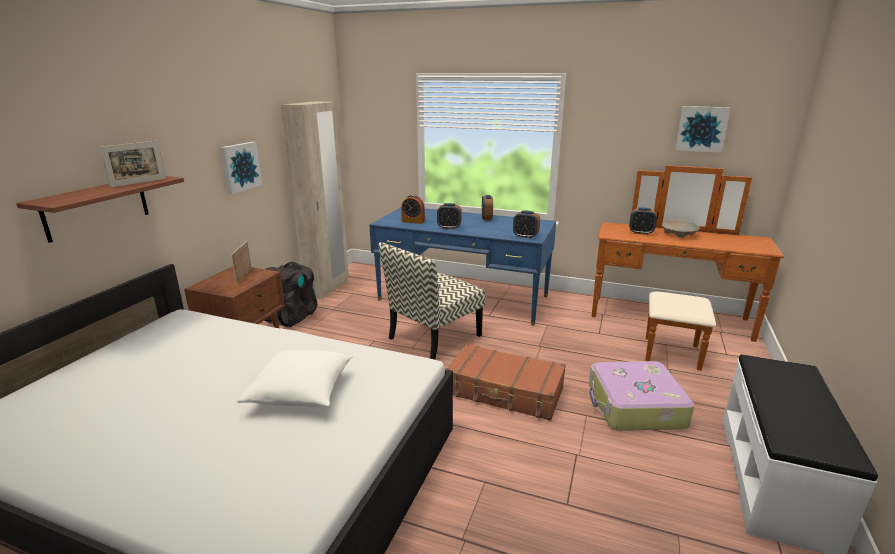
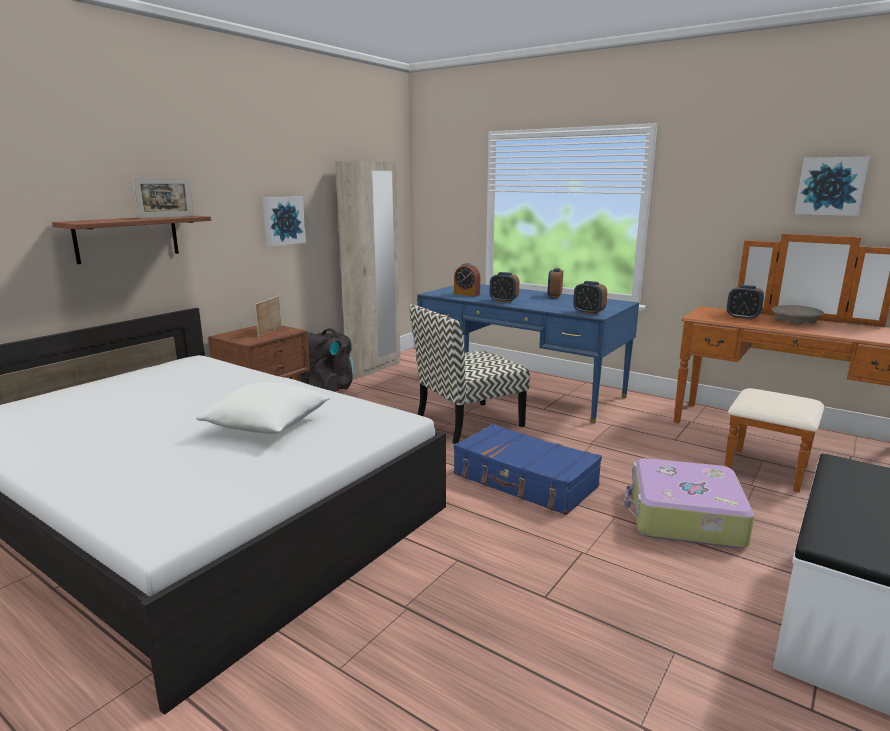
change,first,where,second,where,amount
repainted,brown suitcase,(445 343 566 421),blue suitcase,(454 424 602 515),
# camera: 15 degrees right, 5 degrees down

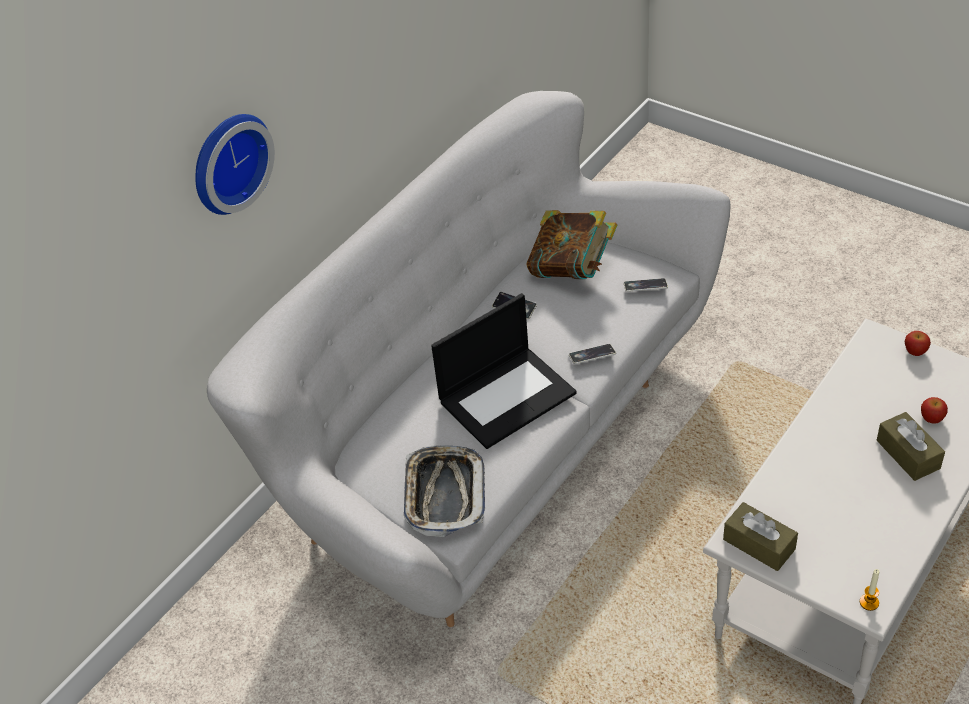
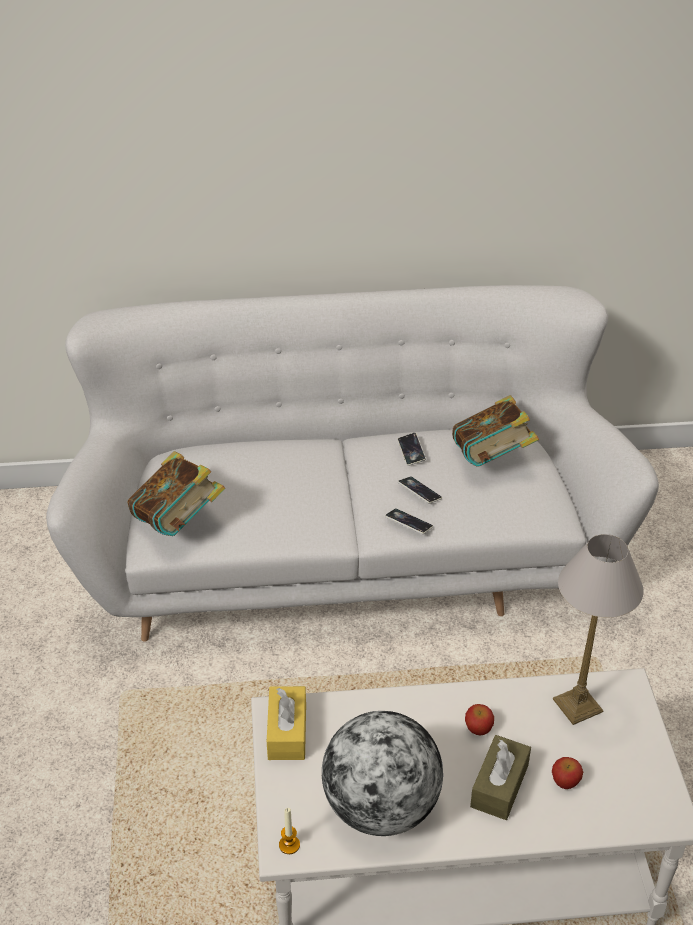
change,first,where,second,where,amount
gone,wall clock,(196 114 275 215),,,
gone,laptop,(431 293 577 449),,,
new,,,globe,(322 711 443 836),
new,,,table lamp,(553 534 644 725),
shifted,phone,(624 278 668 292),,(398 476 442 504),
shifted,apple,(905 331 931 356),,(465 704 494 736),
swapped,tray,(403 446 485 537),book,(128 451 225 536),
repainted,brown tissue box,(723 502 798 571),yellow tissue box,(267 686 306 760),
# camera: 45 degrees right, 5 degrees down

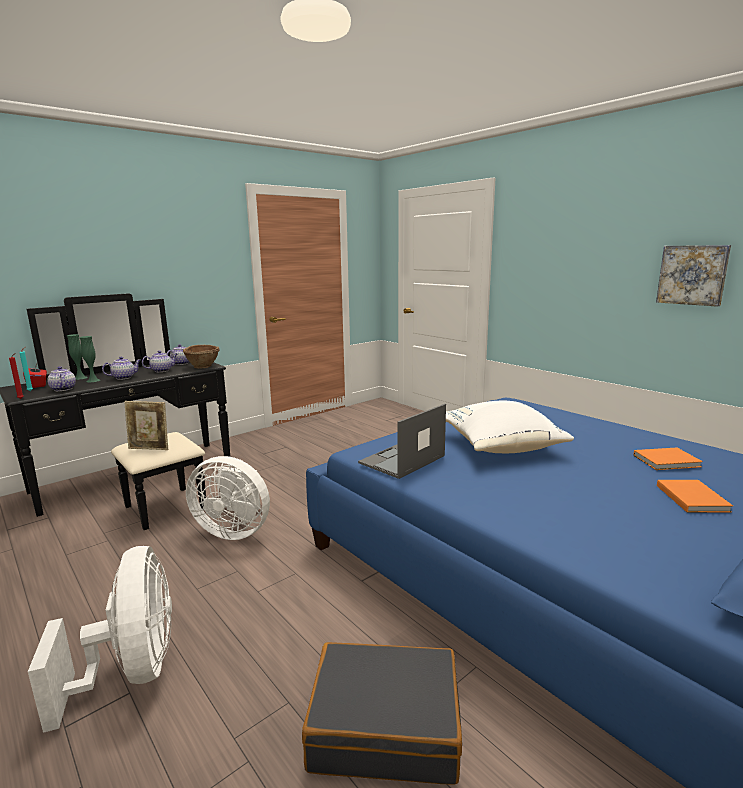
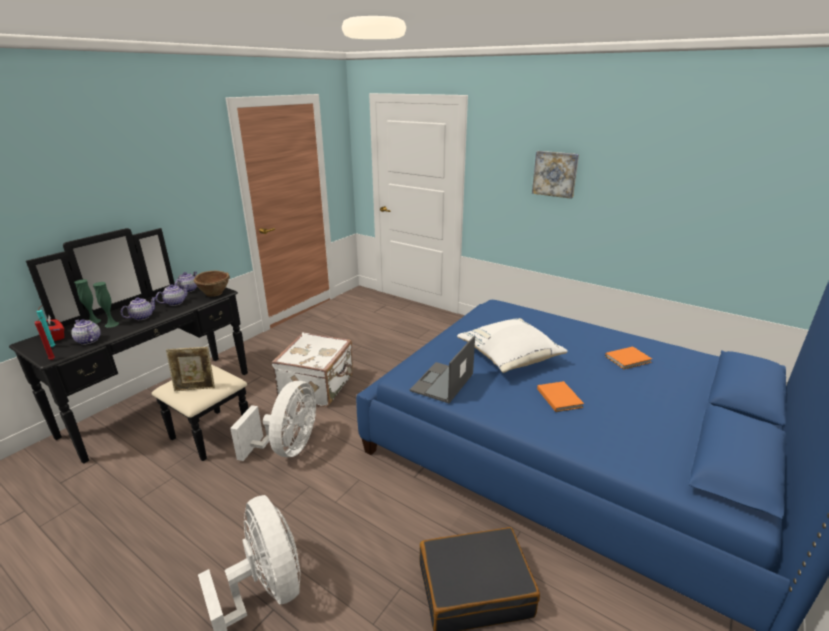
change,first,where,second,where,amount
new,,,white suitcase,(271 332 353 407),
shifted,picture,(656 245 731 307),,(532 151 579 199),
shifted,orange book,(657 480 733 512),,(537 381 584 412),
rotated,white fan,(186 456 270 540),,(230 381 316 461),75 degrees counterclockwise
# camera: 15 degrees left, 10 degrees up

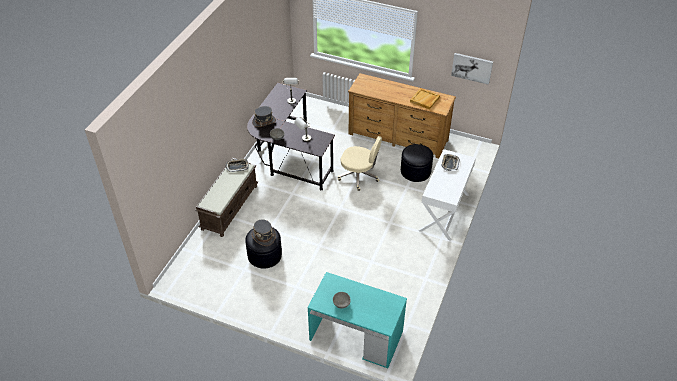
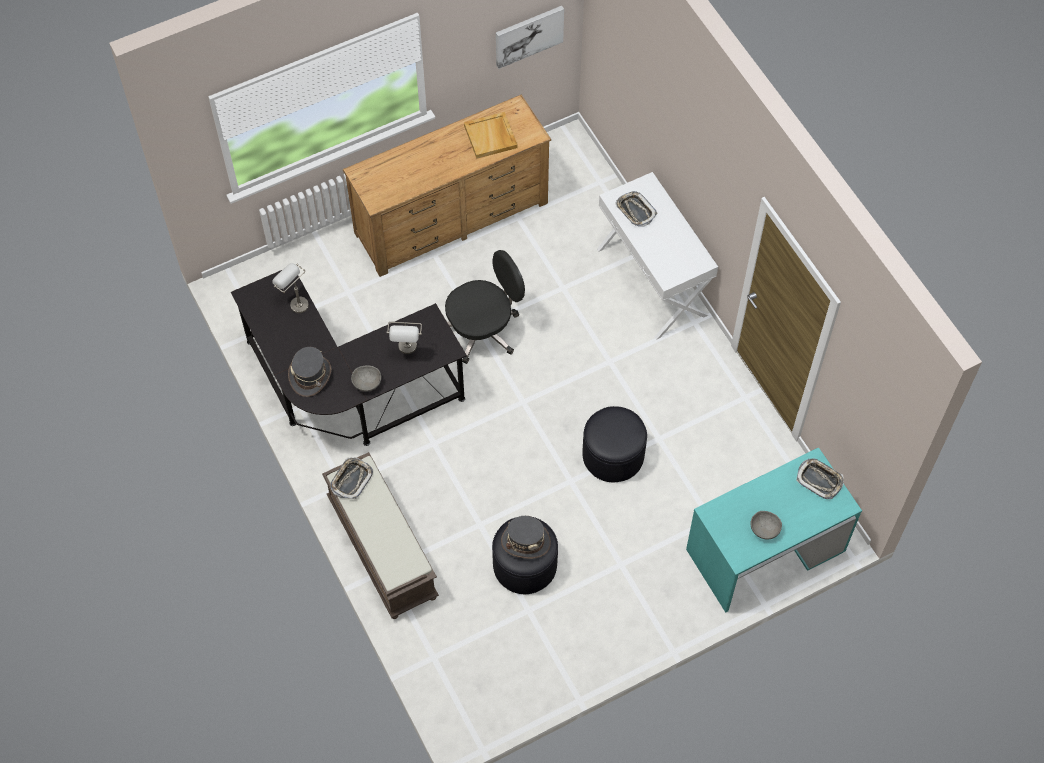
change,first,where,second,where,amount
new,,,tray,(796 458 844 499),
shifted,black ottoman,(401 144 433 182),,(582 406 647 482),
repainted,beige office chair,(338 136 382 191),black office chair,(445 250 525 364),
# camera: 50 degrees left, 15 degrees up

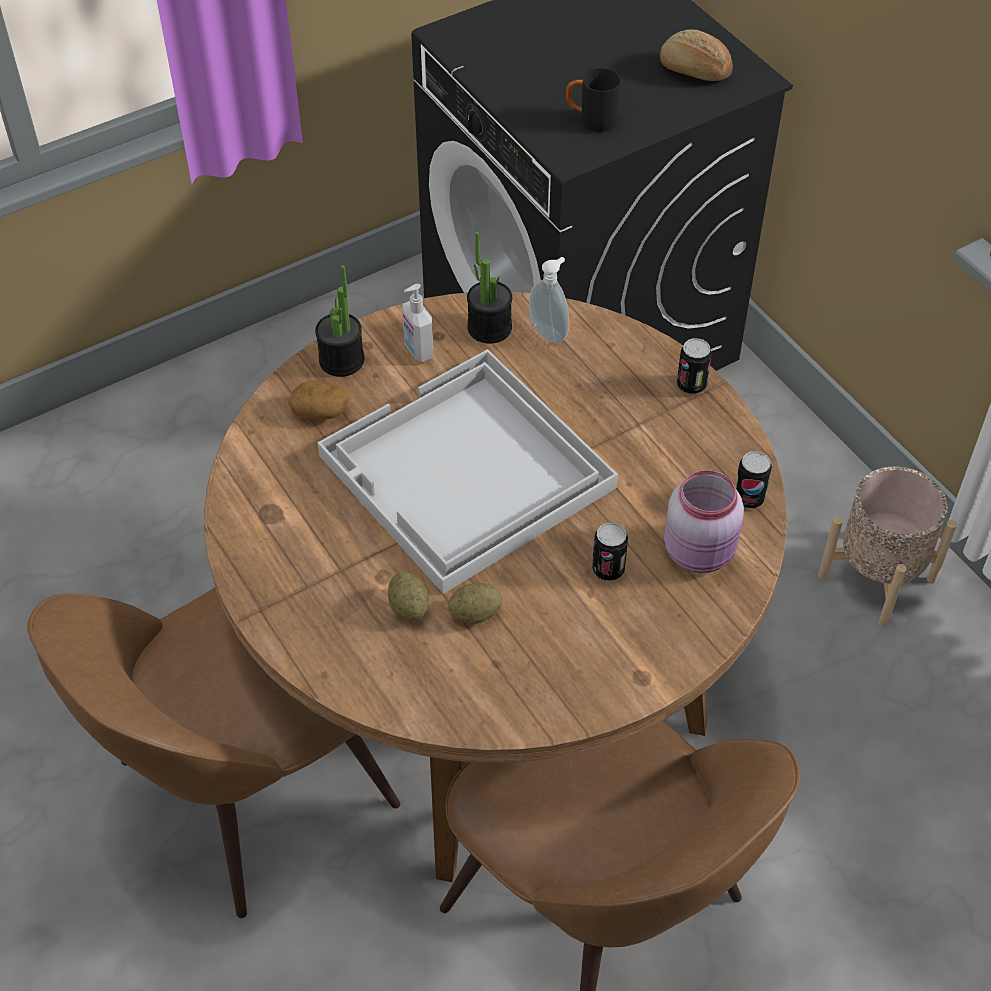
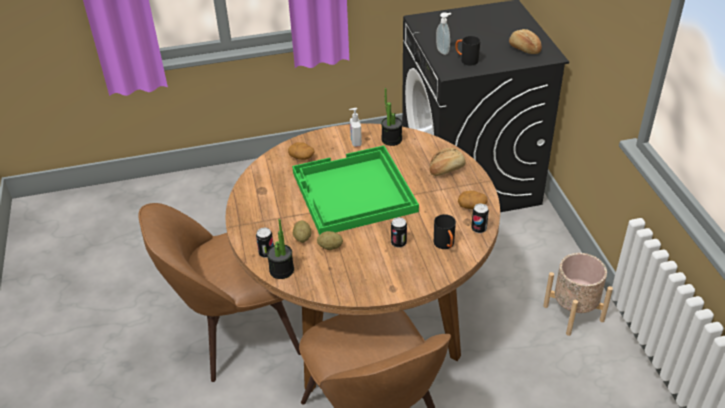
change,first,where,second,where,amount
new,,,bread,(430 148 465 176),
new,,,potato,(458 191 488 209),
shifted,potted plant,(315 265 364 377),,(267 219 294 279),
shifted,soap dispenser,(529 257 569 344),,(436 12 451 55),
shifted,can,(677 338 712 394),,(256 228 274 258),
swapped,pink jar,(664 470 744 573),black mug,(434 214 456 249),
repainted,white tray,(317 349 618 594),green tray,(292 145 419 235),
# camera: 20 degrees right, 10 degrees down

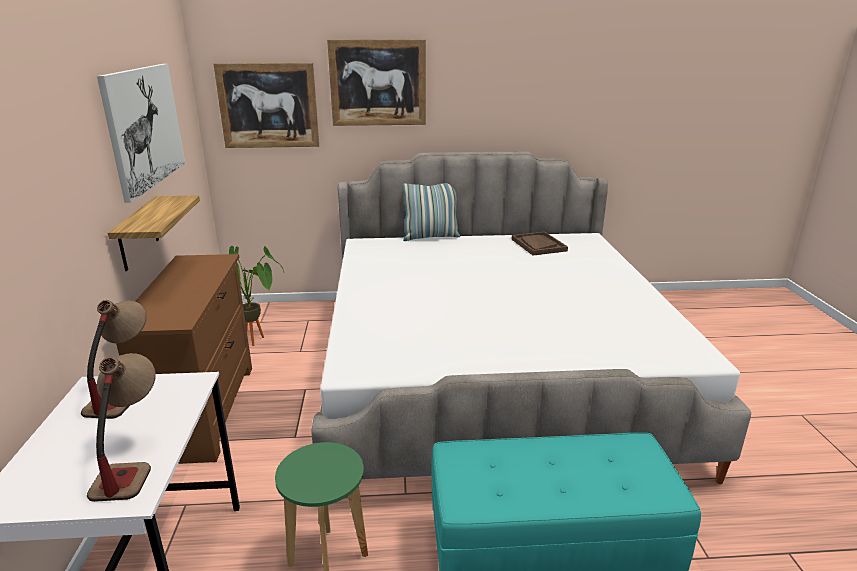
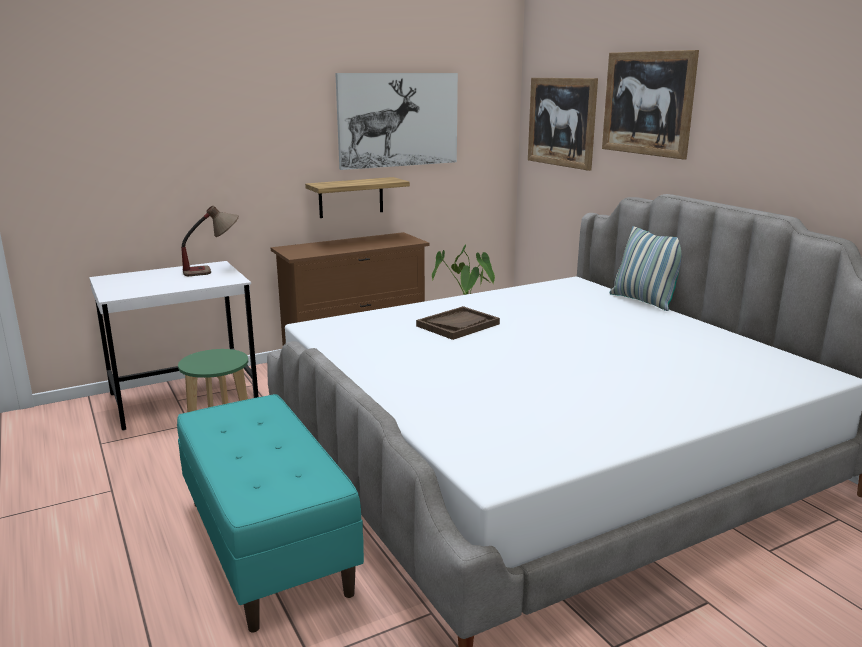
change,first,where,second,where,amount
gone,table lamp,(87 353 156 502),,,
shifted,brown tray,(512 232 568 256),,(416 306 500 340),
# camera: 65 degrees right, 5 degrees down

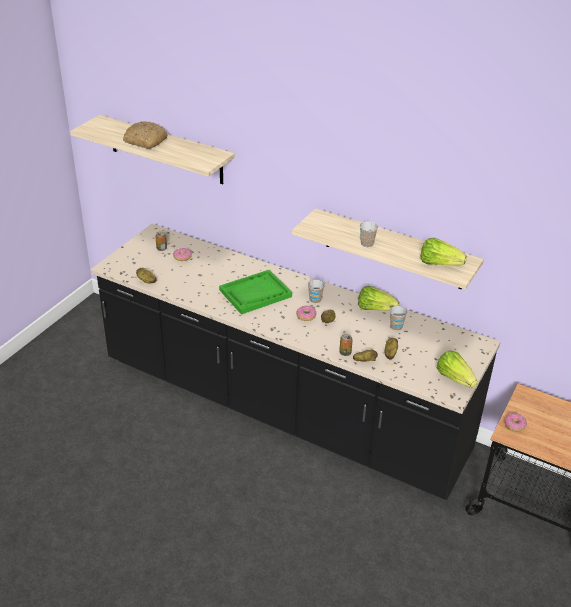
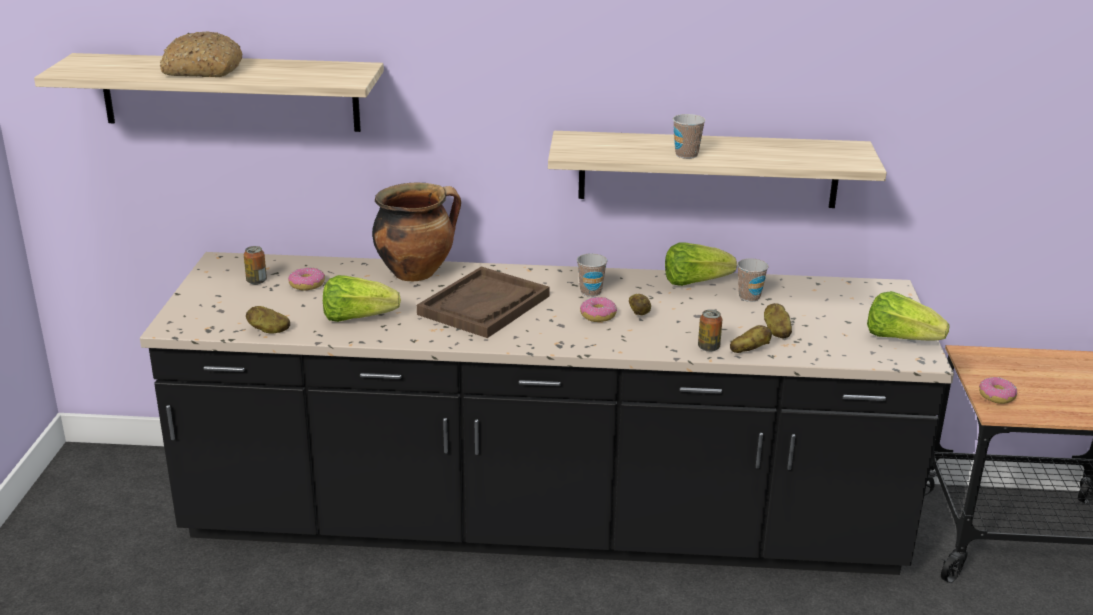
change,first,where,second,where,amount
new,,,cooking pot,(372 183 461 282),
shifted,lettuce,(420 238 467 266),,(323 275 401 322),
repainted,green tray,(219 270 292 315),brown tray,(417 267 550 338),
# camera: 25 degrees left, 10 degrees down

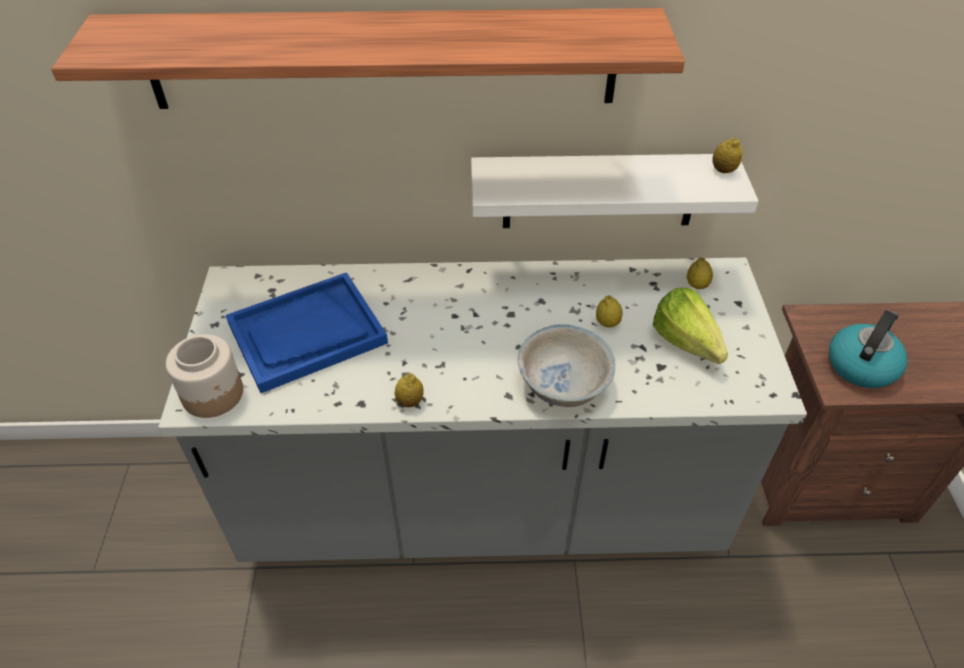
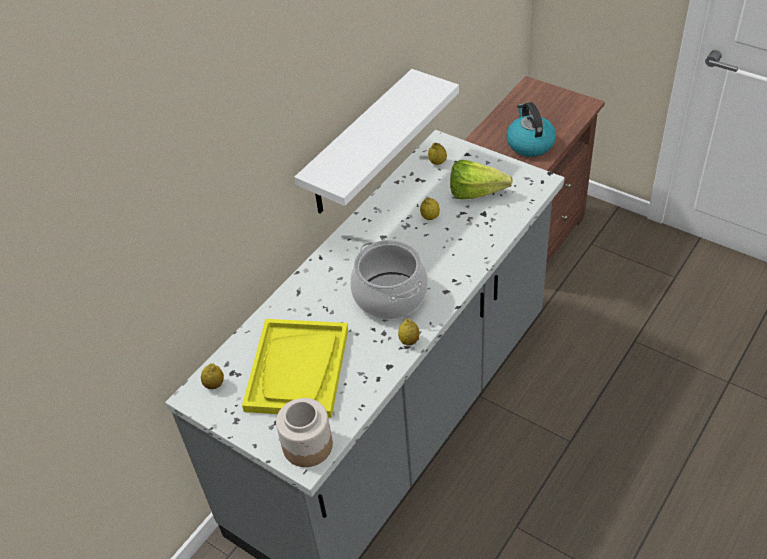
change,first,where,second,where,amount
gone,shelf,(51 8 685 109),,,
gone,white bowl,(517 324 615 407),,,
new,,,cooking pot,(350 240 428 320),
shifted,lemon,(713 138 742 173),,(201 363 224 389),
repainted,blue tray,(226 272 388 393),yellow tray,(242 319 348 418),
# camera: 50 degrees left, 0 degrees up

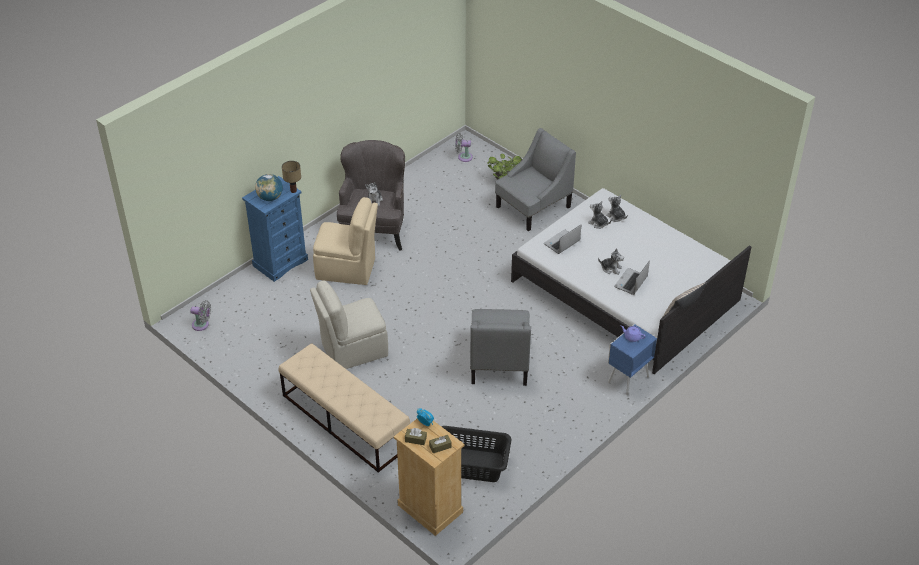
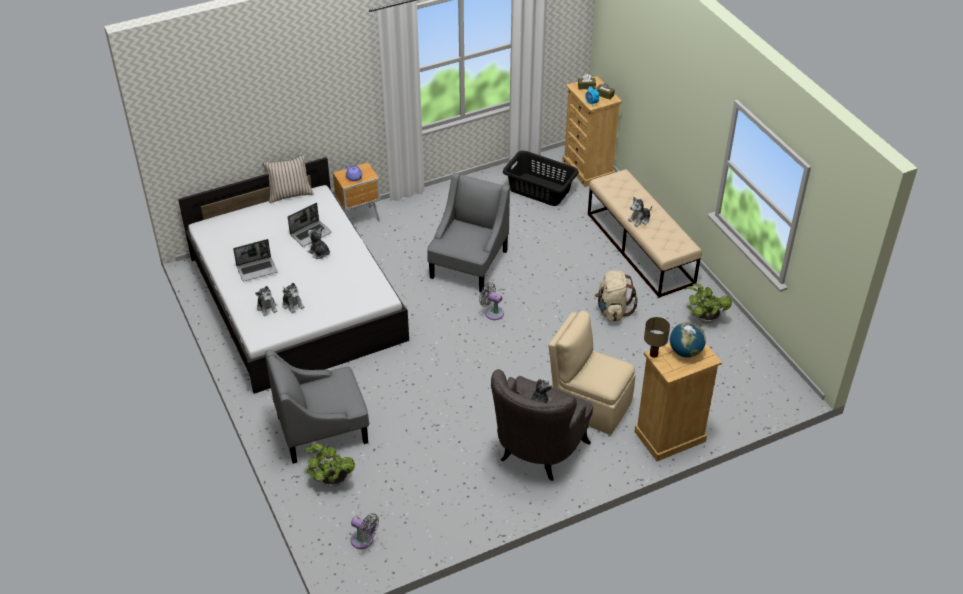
change,first,where,second,where,amount
new,,,plush toy,(628 197 652 227),
new,,,potted plant,(685 283 732 324),
shifted,grey fan,(191 300 211 331),,(479 282 504 320),
shifted,laptop,(544 225 581 254),,(233 239 278 281),
swapped,beige chair,(310 280 388 369),beige backpack,(595 270 638 322),
repainted,blue dresser,(242 176 308 282),beige dresser,(634 343 722 461),
repainted,blue nightstand,(608 324 657 395),brown nightstand,(333 162 380 221),
# camera: 160 degrees left, 0 degrees up

